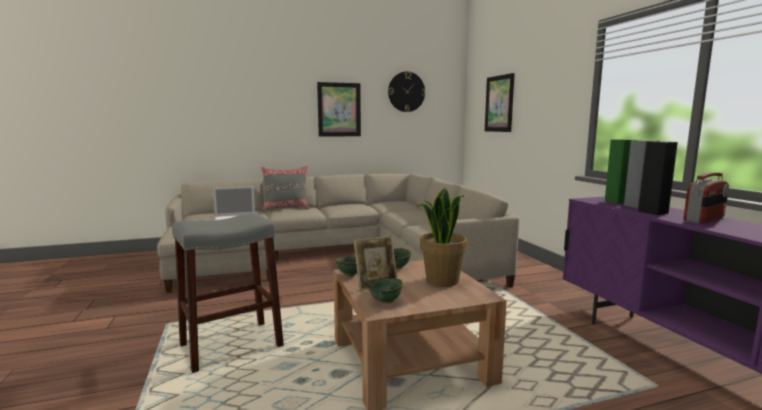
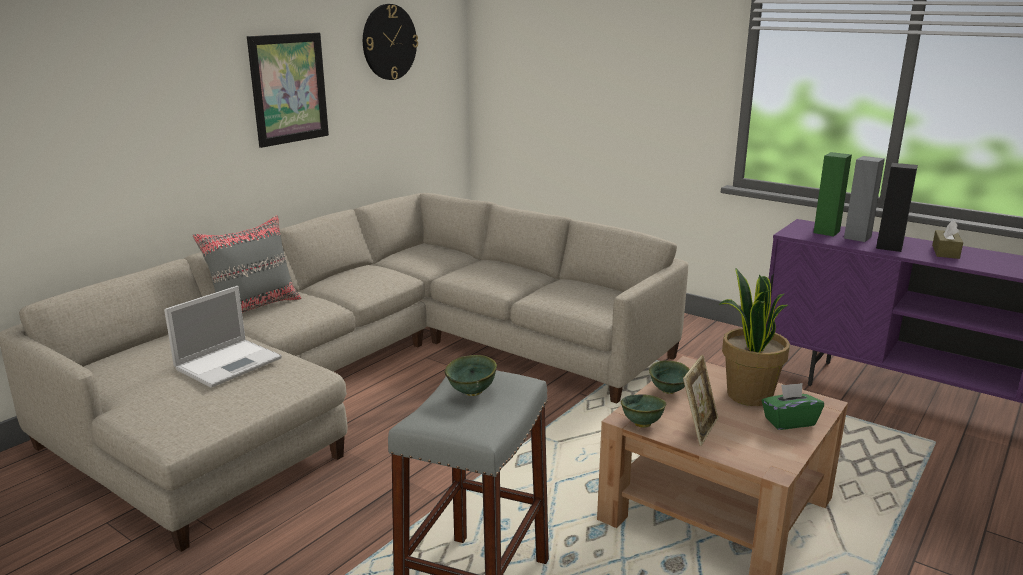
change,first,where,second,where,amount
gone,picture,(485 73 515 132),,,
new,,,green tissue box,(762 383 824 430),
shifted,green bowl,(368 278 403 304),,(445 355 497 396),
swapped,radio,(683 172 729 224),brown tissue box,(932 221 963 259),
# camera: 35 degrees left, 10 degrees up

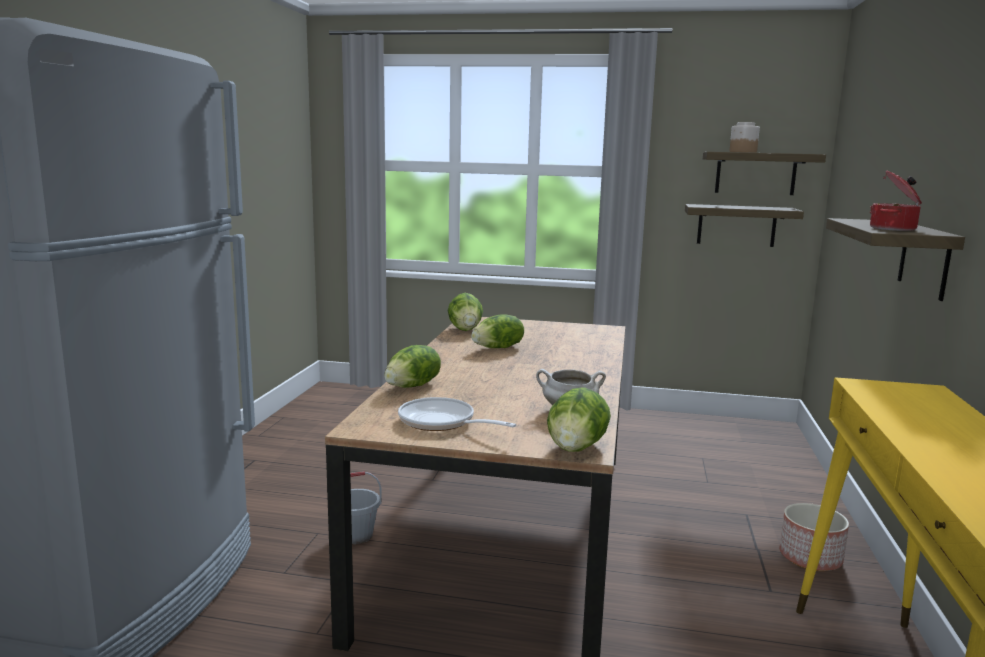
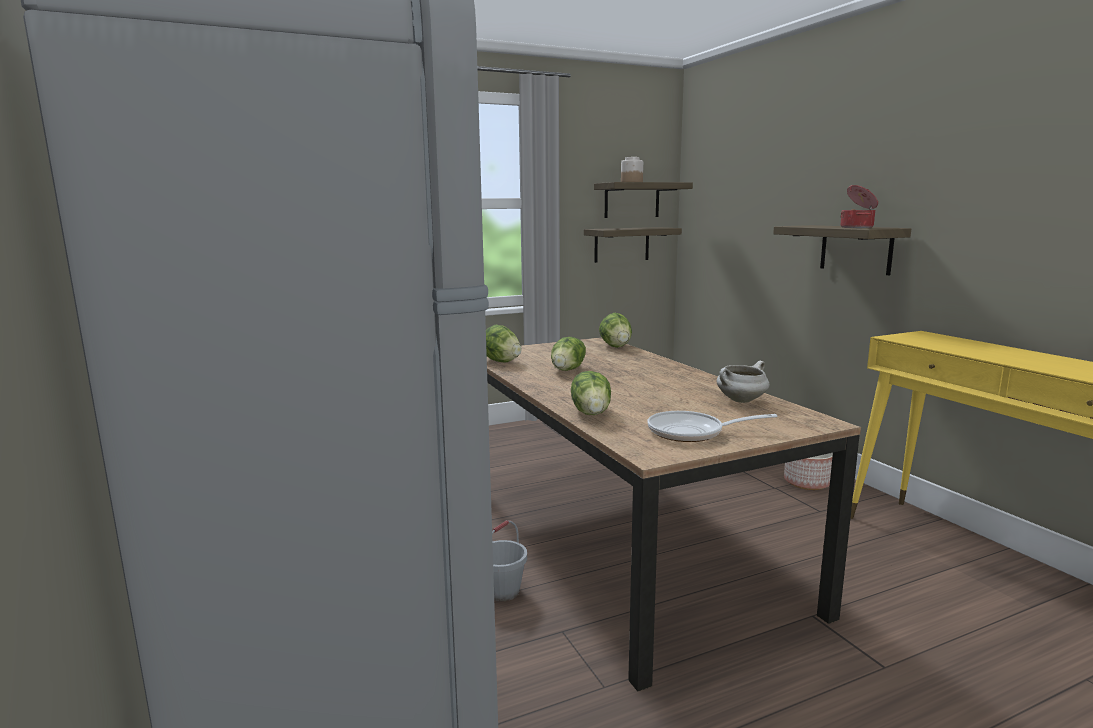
change,first,where,second,where,amount
shifted,lettuce,(547 387 611 452),,(599 313 632 348),
# camera: 35 degrees left, 0 degrees up

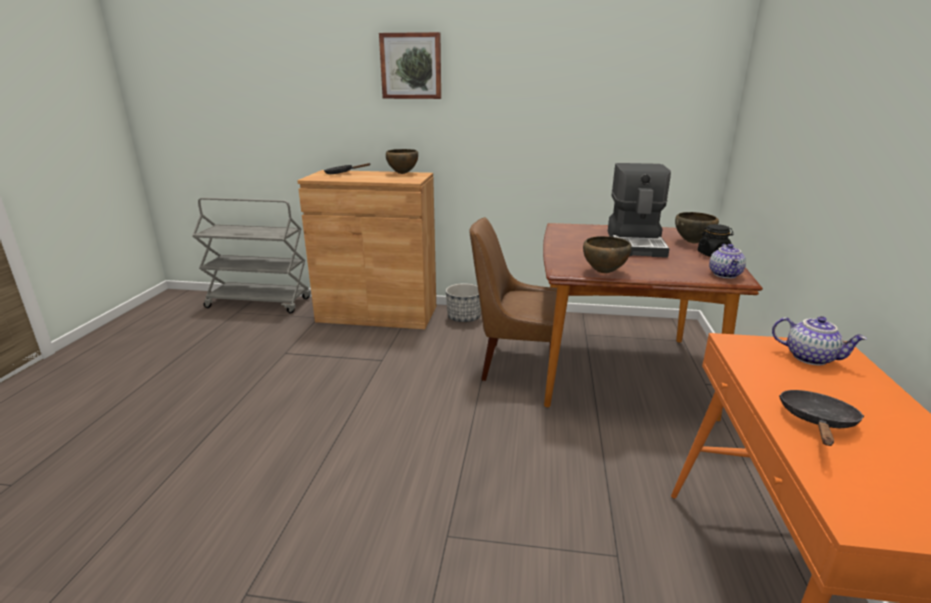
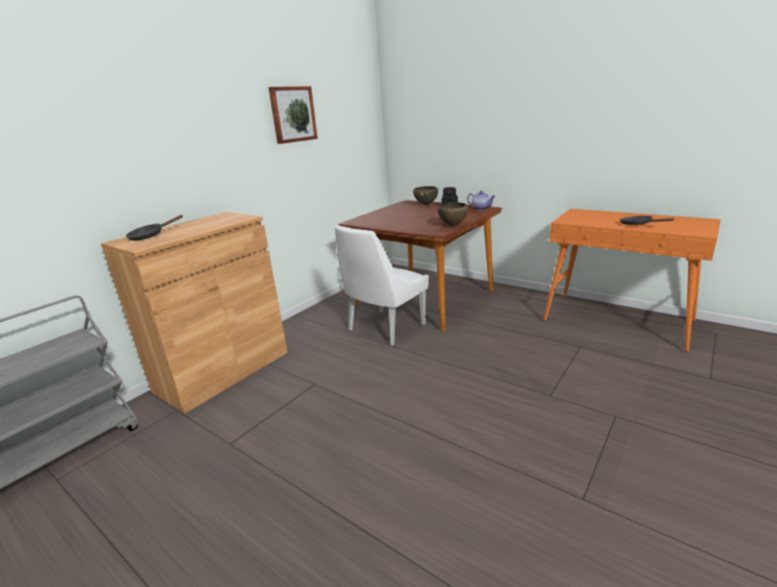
change,first,where,second,where,amount
gone,brown bowl,(386 149 418 174),,,
gone,planter,(446 283 481 323),,,
gone,coffee machine,(608 163 671 258),,,
gone,teapot,(772 316 867 366),,,
shifted,picture,(379 32 441 99),,(268 86 318 144),
repainted,brown chair,(469 217 557 381),white chair,(335 225 429 345),
# camera: 60 degrees left, 0 degrees up

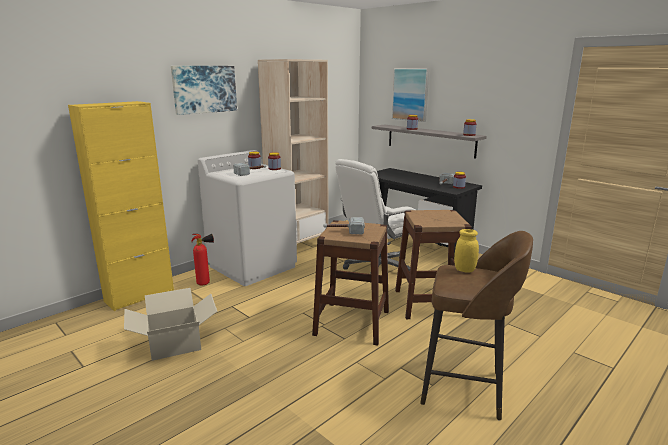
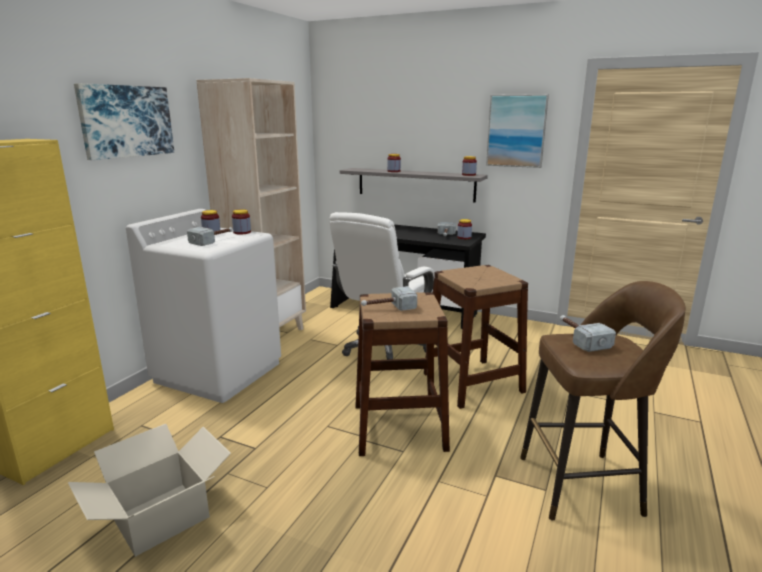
change,first,where,second,where,amount
gone,fire extinguisher,(192 234 214 285),,,
shifted,picture,(392 68 429 122),,(486 94 549 168),
swapped,yellow jar,(454 229 479 273),hammer,(560 315 616 352),
# camera: 20 degrees left, 0 degrees up

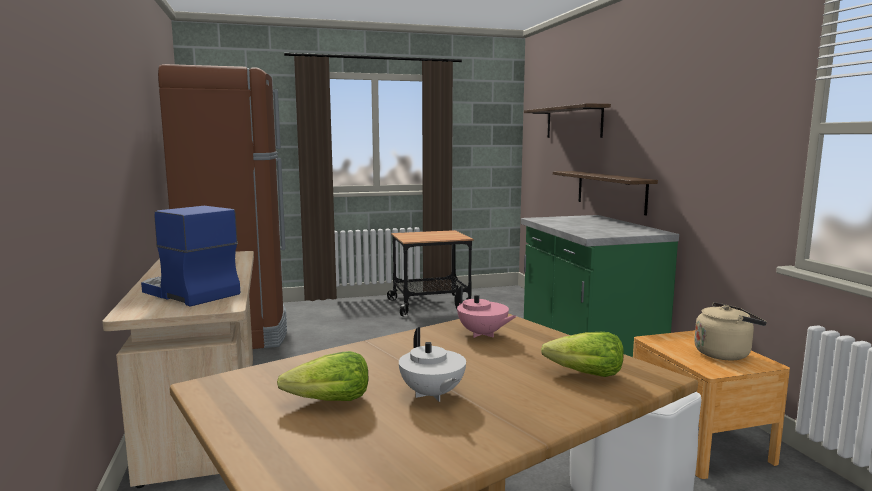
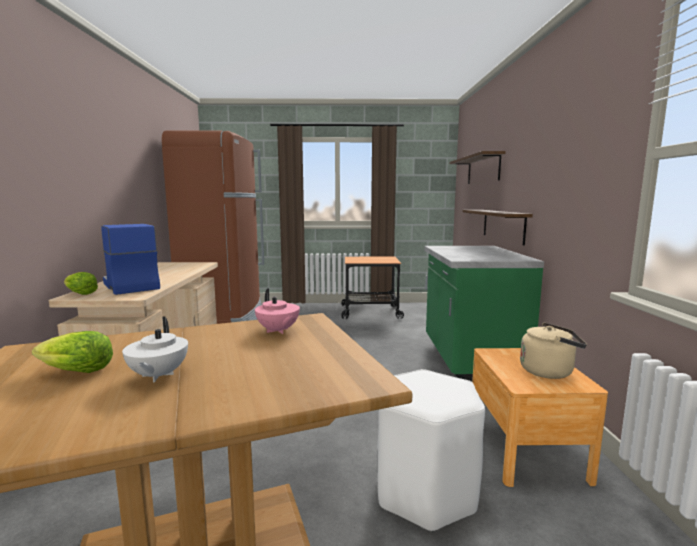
change,first,where,second,where,amount
shifted,lettuce,(541 332 624 377),,(64 272 98 295),
# camera: 15 degrees right, 0 degrees up

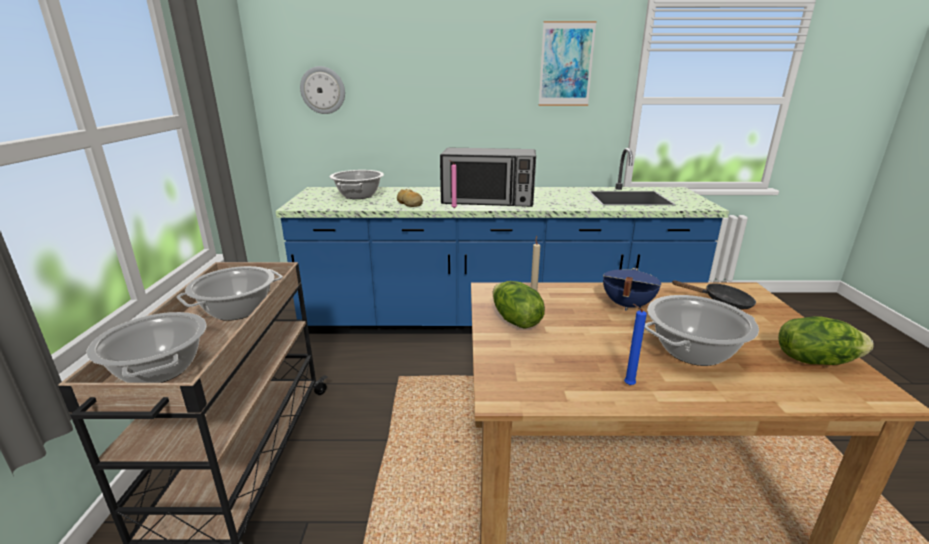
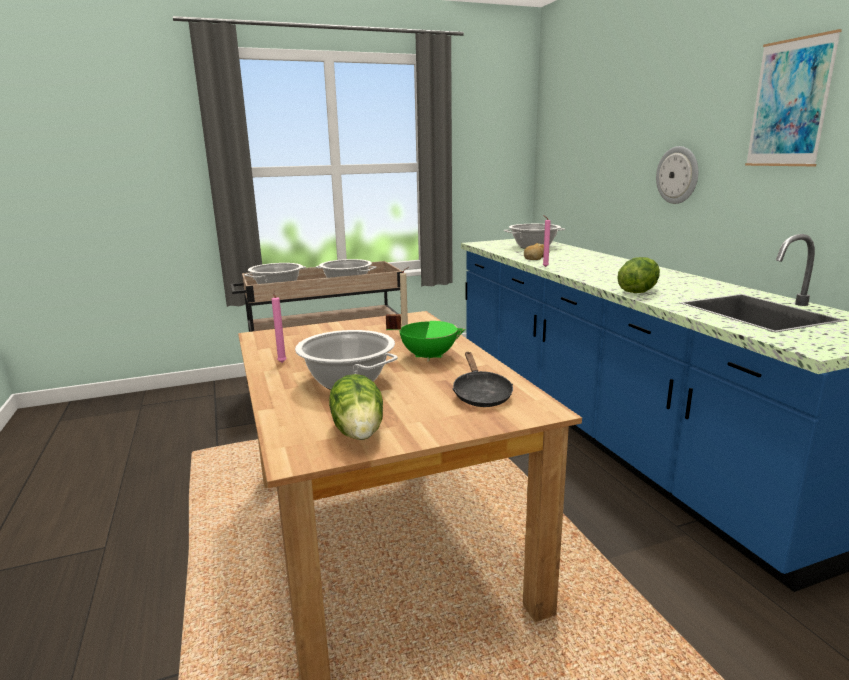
change,first,where,second,where,amount
gone,microwave,(440 148 536 207),,,
shifted,wall clock,(300 66 345 114),,(656 146 698 204),
shifted,lettuce,(493 281 545 329),,(617 257 660 293),
repainted,blue cooking pot,(603 268 661 311),green cooking pot,(386 314 466 362),
repainted,blue candle,(624 304 647 385),pink candle,(272 289 287 363),
# camera: 70 degrees right, 5 degrees down

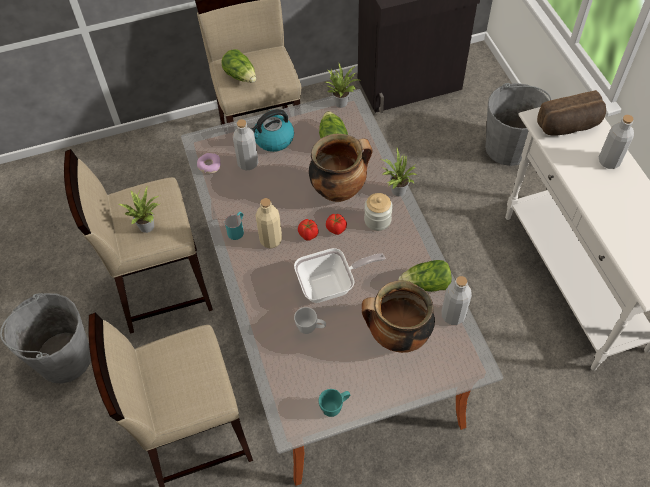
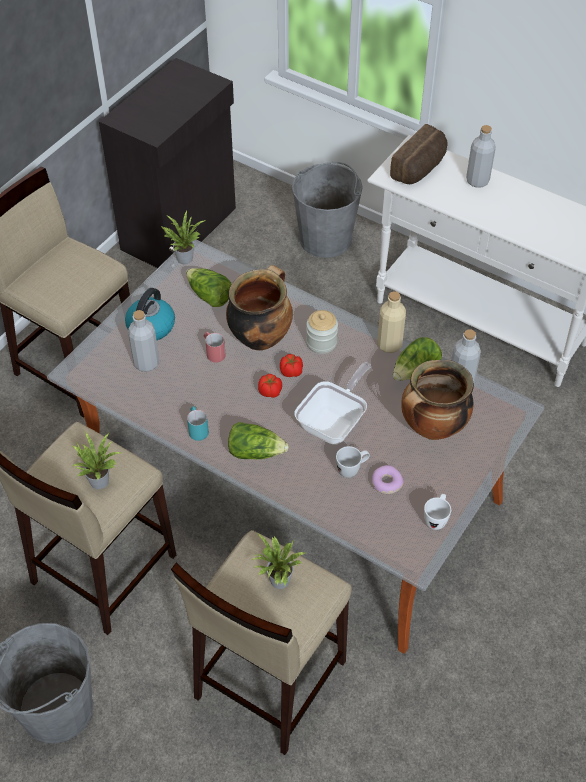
change,first,where,second,where,amount
new,,,red mug,(204 332 226 363),
shifted,donut,(197 153 221 174),,(372 465 404 494),
shifted,lettuce,(221 49 256 83),,(228 422 289 459),
shifted,beige bottle,(255 198 282 248),,(377 291 406 353),
shifted,potted plant,(381 148 418 196),,(251 533 305 589),
repainted,turquoise mug,(319 389 350 417),white mug,(424 494 451 530),
# camera: 40 degrees left, 5 degrees down

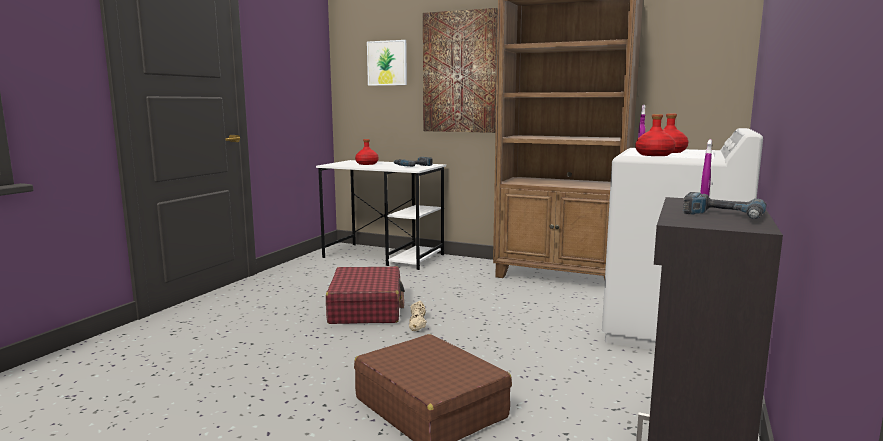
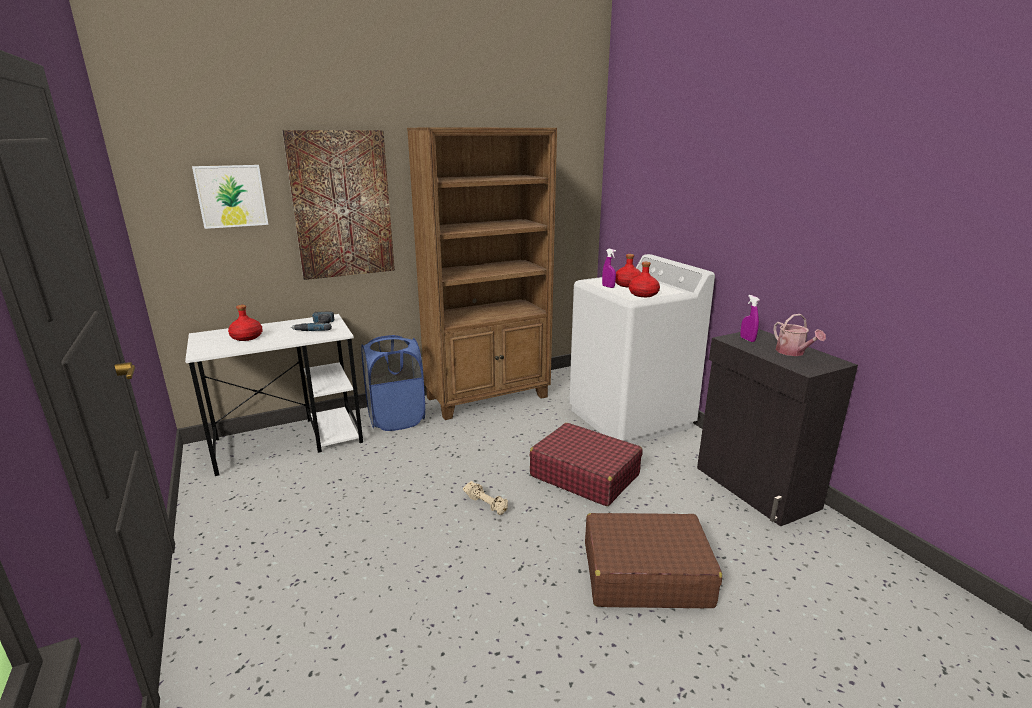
change,first,where,second,where,amount
new,,,blue laundry basket,(361 335 425 431),
shifted,red suitcase,(326 266 405 324),,(530 423 643 506),
swapped,power drill,(683 192 766 219),watering can,(773 314 826 356),
# camera: 50 degrees left, 10 degrees up

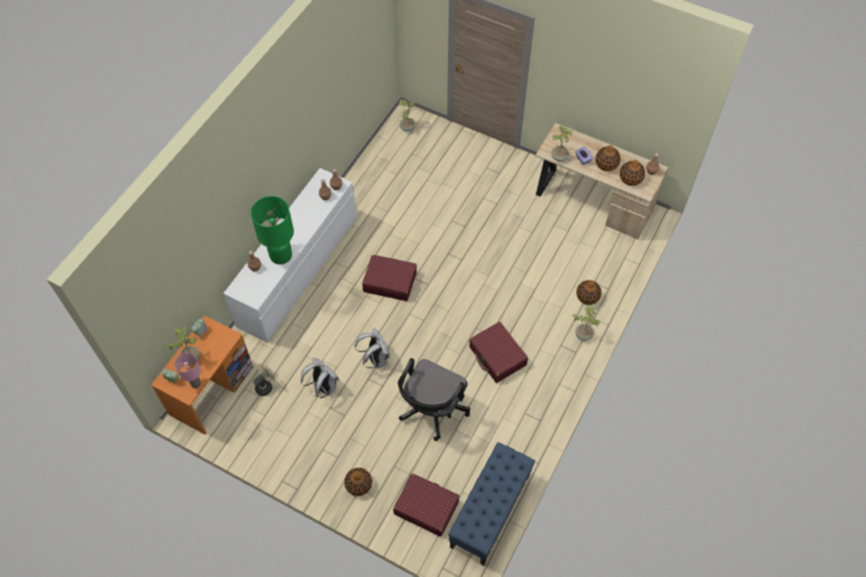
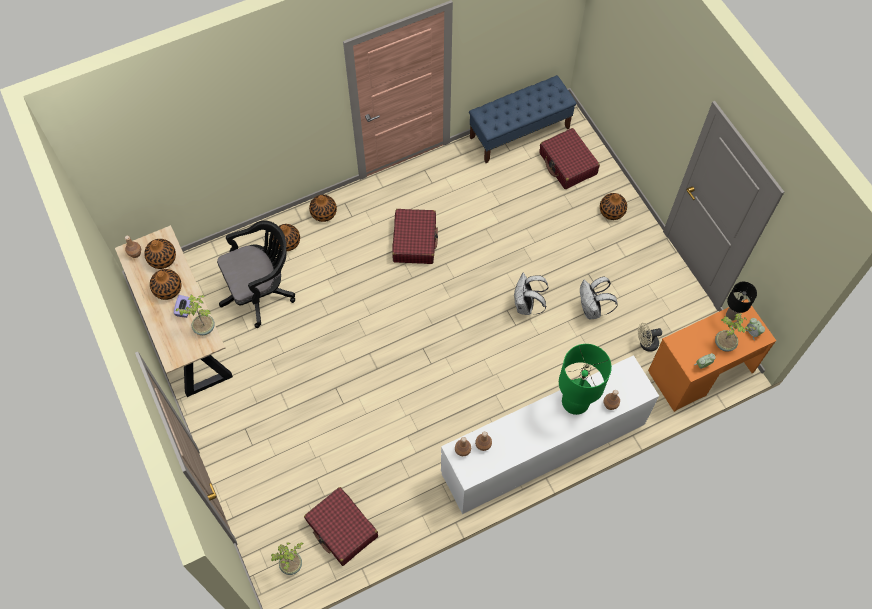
change,first,where,second,where,amount
shifted,red suitcase,(362 255 417 301),,(304 487 378 566),
shifted,black office chair,(398 358 470 441),,(217 221 295 328),
swapped,potted plant,(573 306 600 341),vase,(309 195 337 222),
repainted,pink table lamp,(175 353 201 388),black table lamp,(726 282 757 321),
# camera: 145 degrees left, 5 degrees up

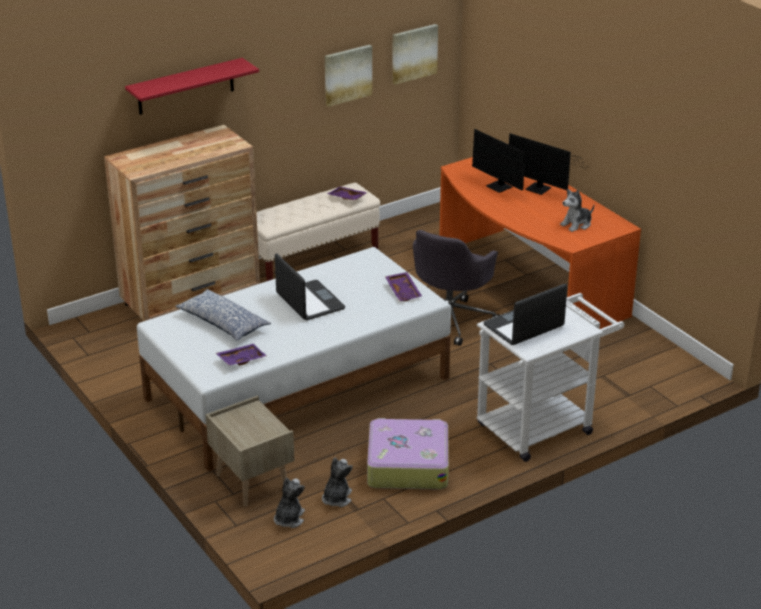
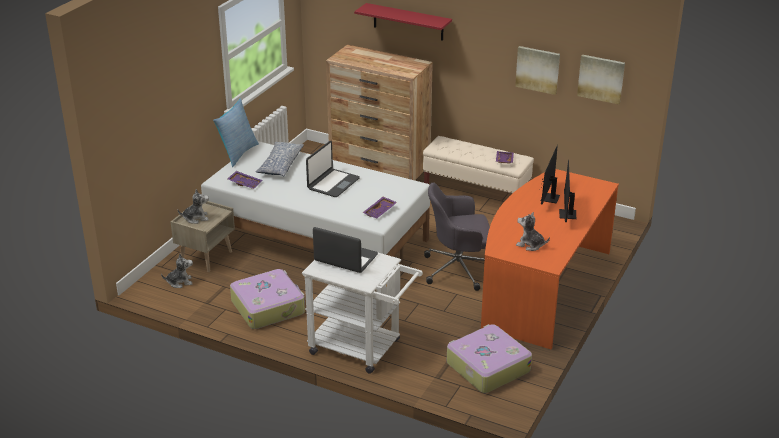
change,first,where,second,where,amount
new,,,pillow,(213 98 259 167),
new,,,suitcase,(447 324 532 393),
shifted,plush toy,(322 458 353 507),,(178 189 209 224),
# camera: 60 degrees right, 0 degrees up

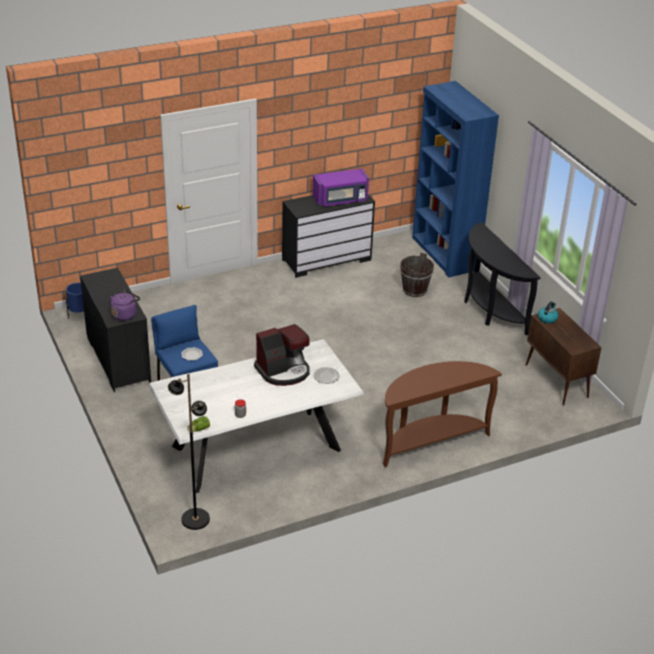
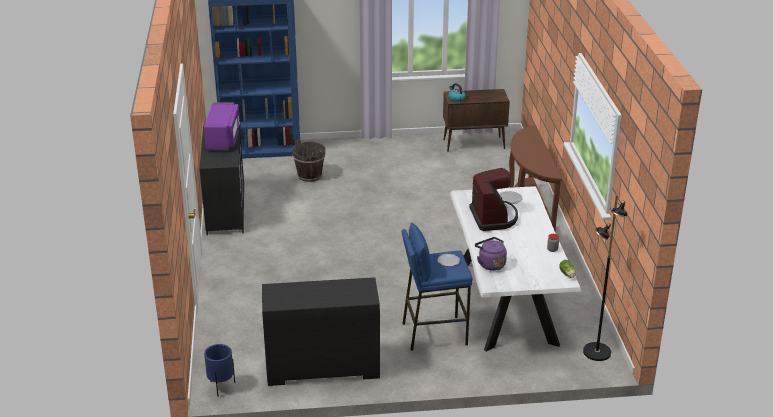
change,first,where,second,where,amount
gone,black console table,(464 222 541 335),,,
shifted,purple kettle,(110 290 140 321),,(475 237 507 271),
# camera: 70 degrees left, 5 degrees down

